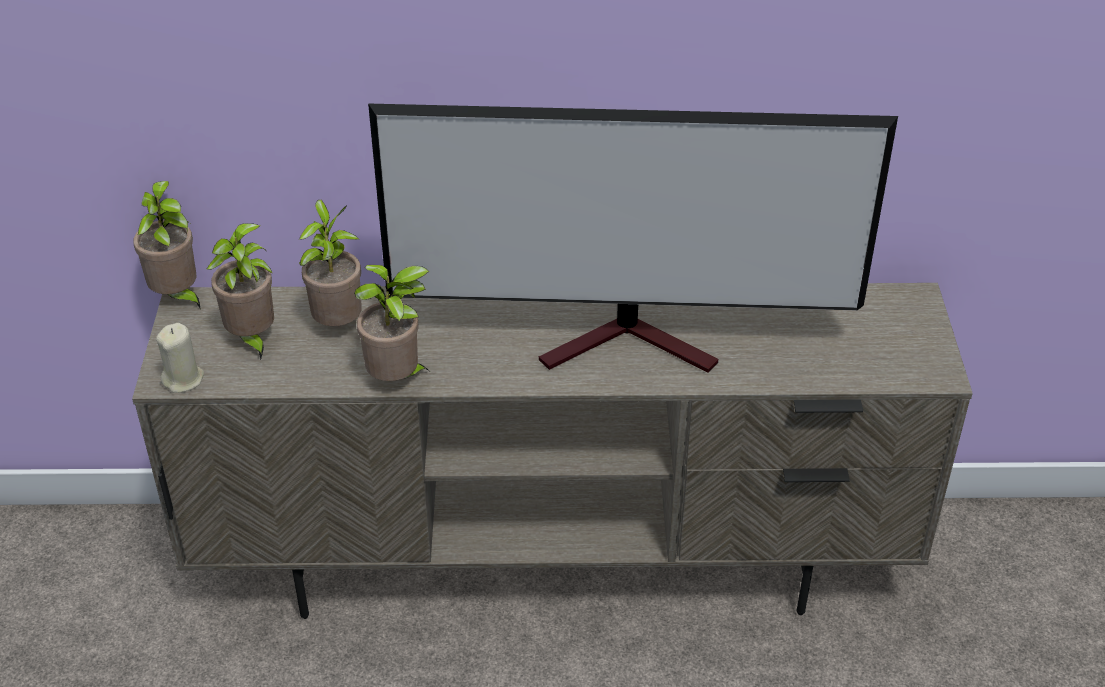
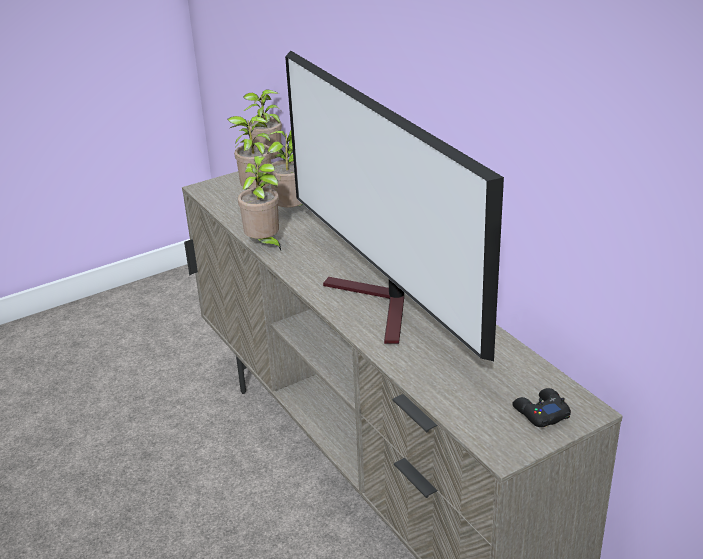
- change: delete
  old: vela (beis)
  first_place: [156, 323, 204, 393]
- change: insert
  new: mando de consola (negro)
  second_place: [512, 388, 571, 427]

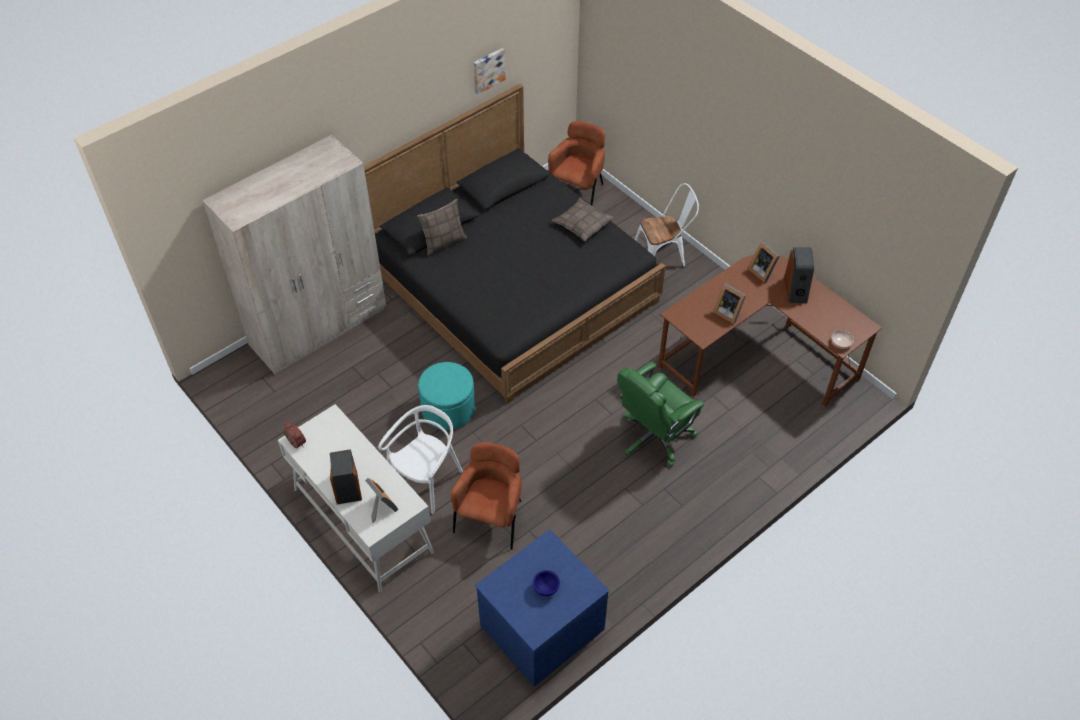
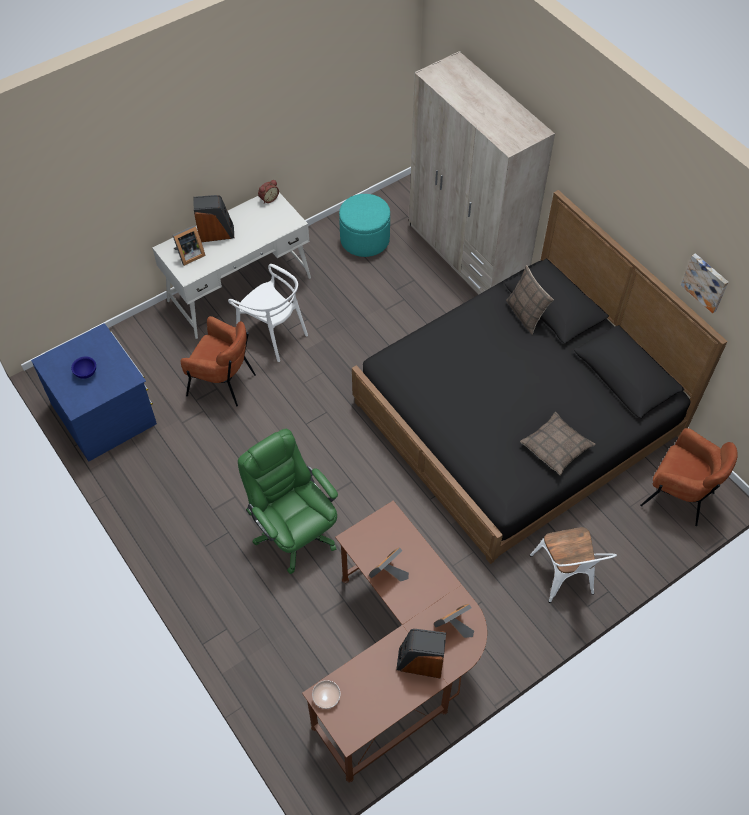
- change: move
  old: puf (turquesa)
  first_place: [418, 362, 475, 430]
  second_place: [339, 194, 390, 257]

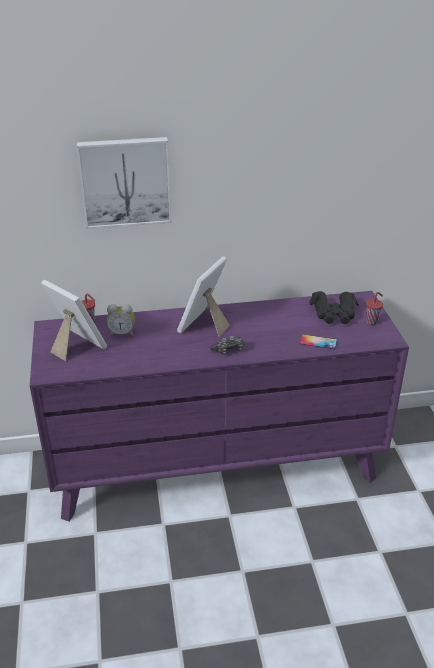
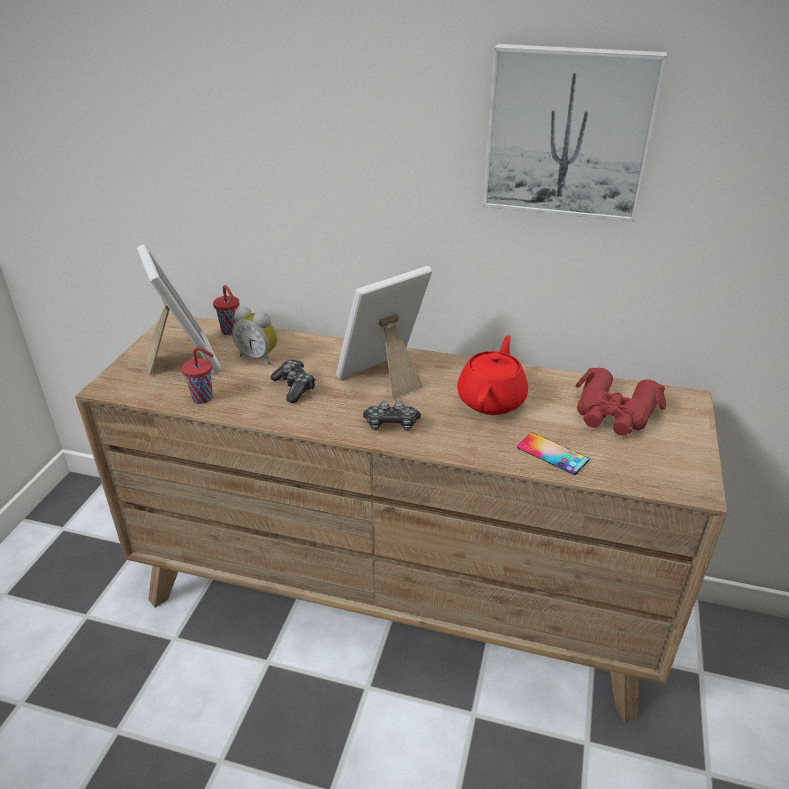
- change: insert
  new: mando de consola
  second_place: [271, 359, 316, 403]
- change: insert
  new: tetera (rojo)
  second_place: [457, 335, 528, 415]
- change: move
  old: cuadro
  first_place: [77, 137, 171, 229]
  second_place: [483, 44, 667, 222]
- change: move
  old: taza (rojo)
  first_place: [366, 292, 383, 325]
  second_place: [182, 347, 214, 404]
- change: recolor
  old: cómoda (morado)
  new: cómoda (marrón)
  first_place: [30, 291, 409, 522]
  second_place: [75, 313, 727, 723]
- change: recolor
  old: prismáticos (negro)
  new: prismáticos (rojo)
  first_place: [309, 291, 359, 324]
  second_place: [575, 368, 666, 436]

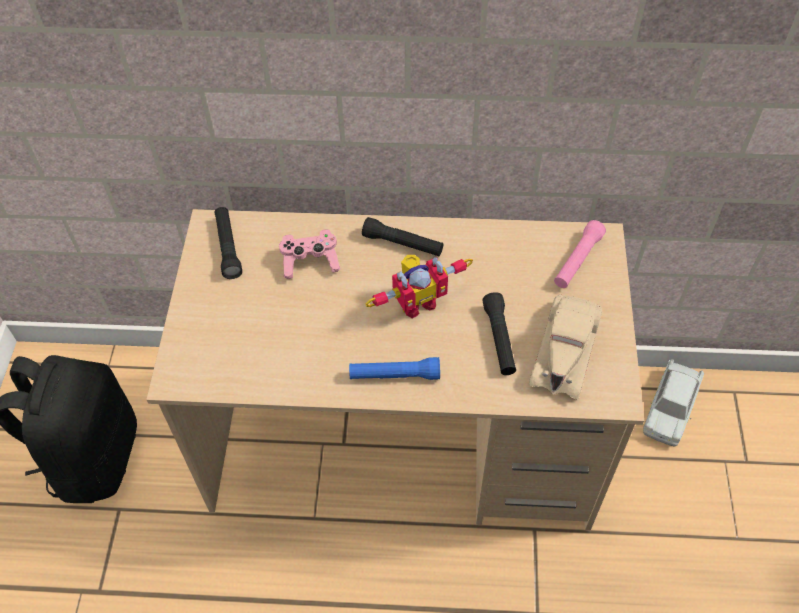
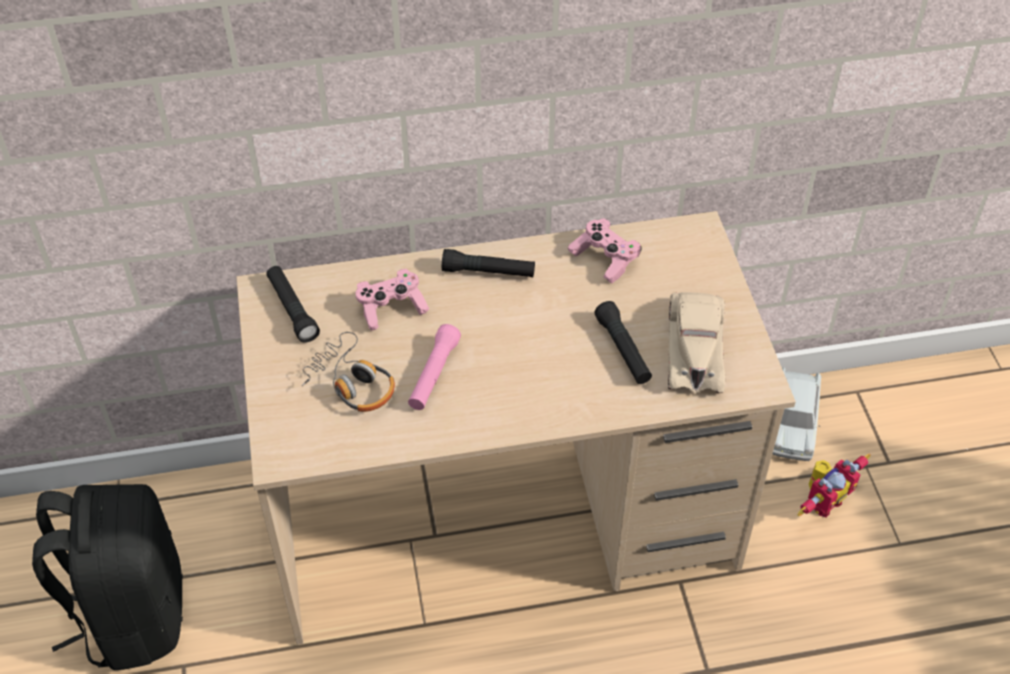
- change: delete
  old: linterna (azul)
  first_place: [349, 357, 440, 380]
- change: insert
  new: auriculares
  second_place: [302, 332, 395, 412]
- change: insert
  new: mando de consola (rosa)
  second_place: [568, 218, 642, 283]
- change: move
  old: robot de juguete
  first_place: [365, 255, 473, 318]
  second_place: [798, 454, 871, 518]
- change: move
  old: linterna (rosa)
  first_place: [554, 220, 606, 288]
  second_place: [408, 324, 461, 410]

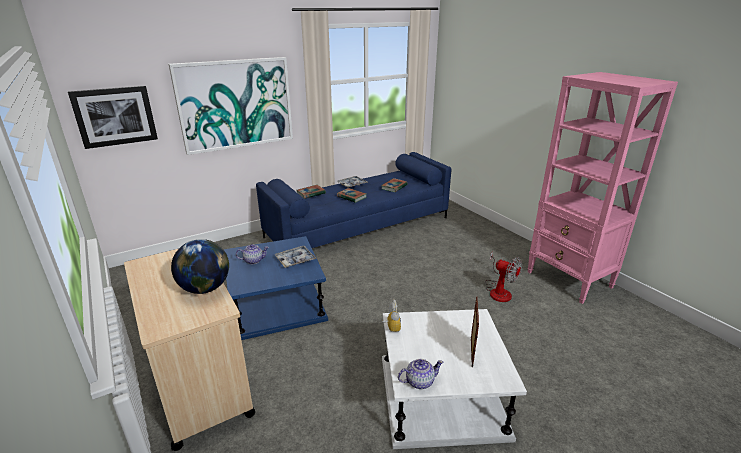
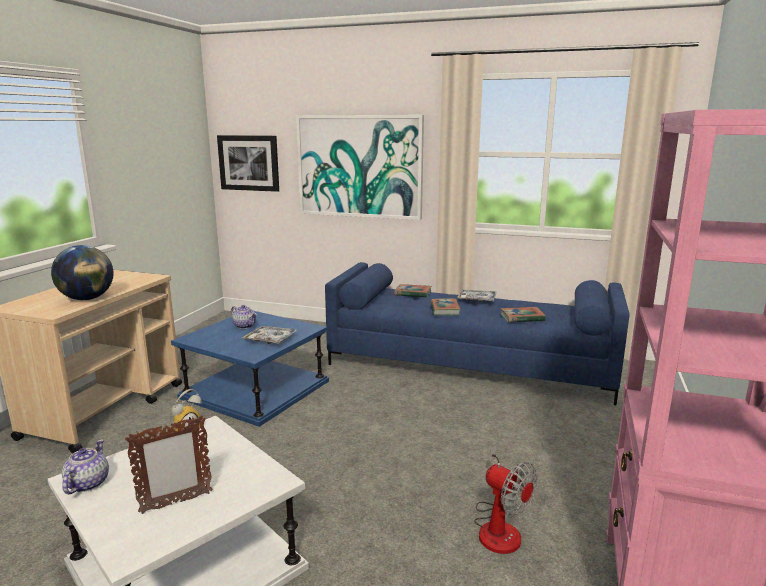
- change: rotate
  old: tetera
  first_place: [398, 359, 443, 389]
  second_place: [62, 439, 109, 494]
  degrees: -120
- change: rotate
  old: ventilador
  first_place: [485, 252, 522, 302]
  second_place: [474, 446, 538, 554]
  degrees: -45

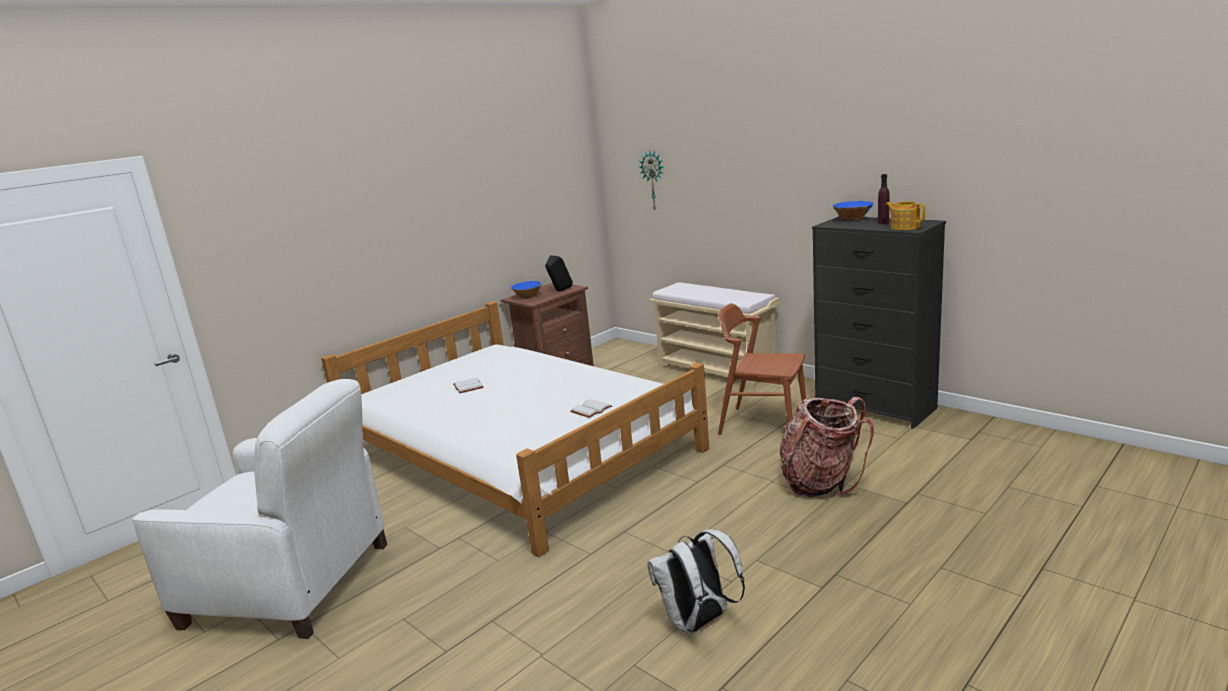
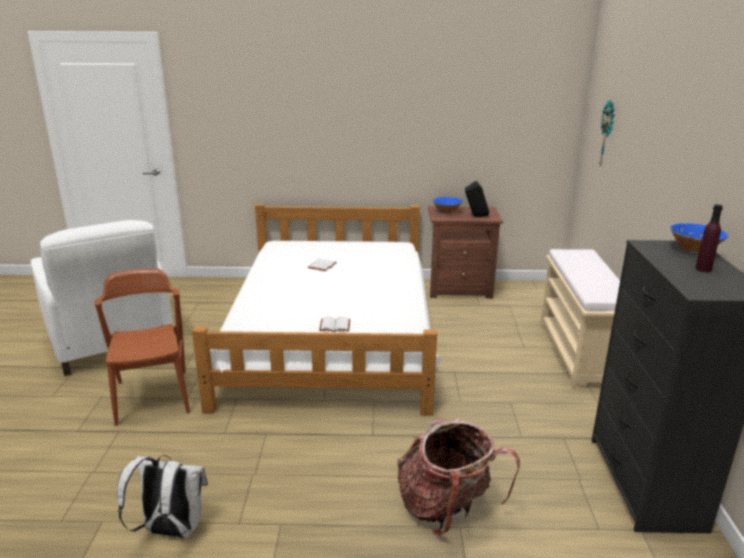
- change: delete
  old: tetera
  first_place: [885, 201, 925, 230]
- change: move
  old: silla (marrón)
  first_place: [718, 303, 806, 435]
  second_place: [94, 268, 190, 426]

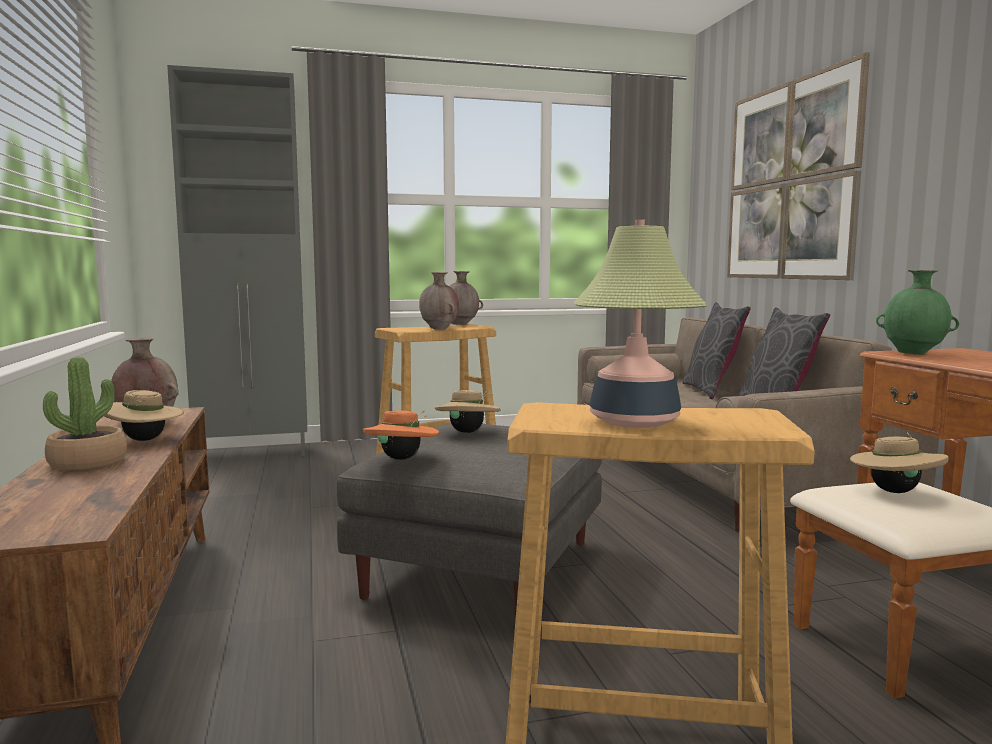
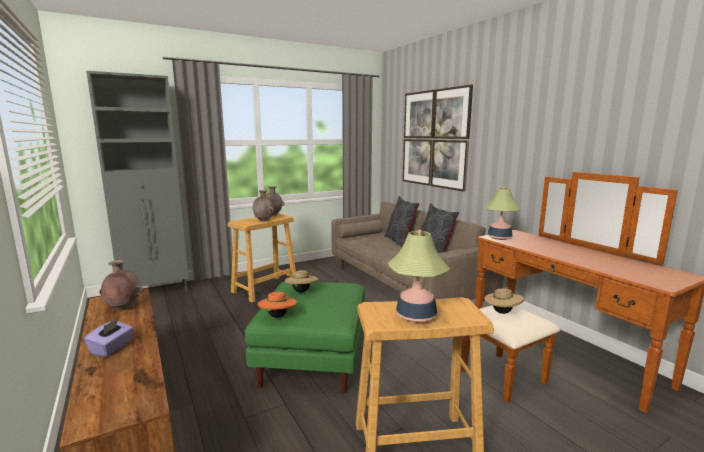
- change: delete
  old: sombrero (beis)
  first_place: [104, 390, 184, 441]
- change: replace
  old: planta en maceta
  new: caja de pañuelos (morado)
  first_place: [43, 357, 127, 470]
  second_place: [84, 319, 134, 357]
- change: replace
  old: florero (verde)
  new: lámpara de mesa
  first_place: [876, 270, 959, 355]
  second_place: [485, 187, 521, 240]
- change: recolor
  old: puf (gris)
  new: puf (verde)
  first_place: [337, 423, 602, 620]
  second_place: [245, 281, 365, 393]

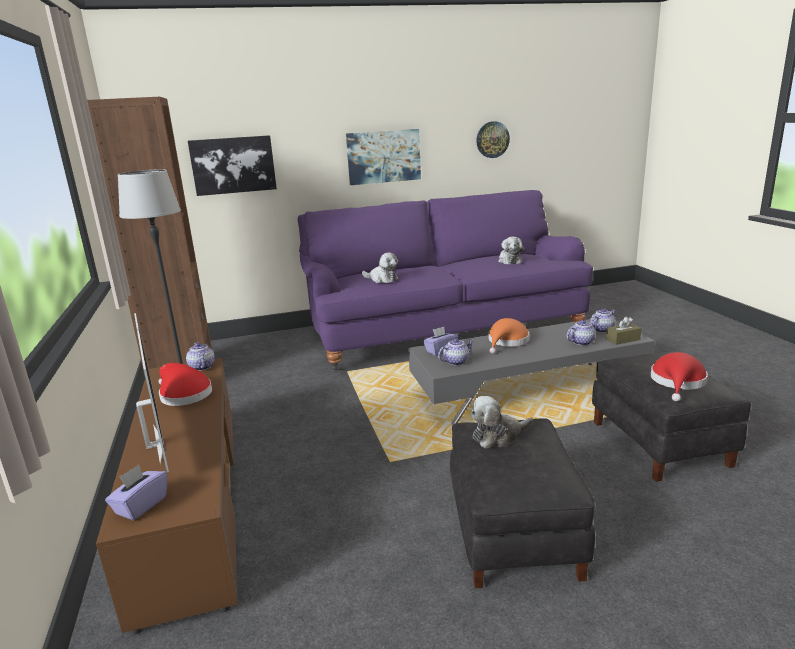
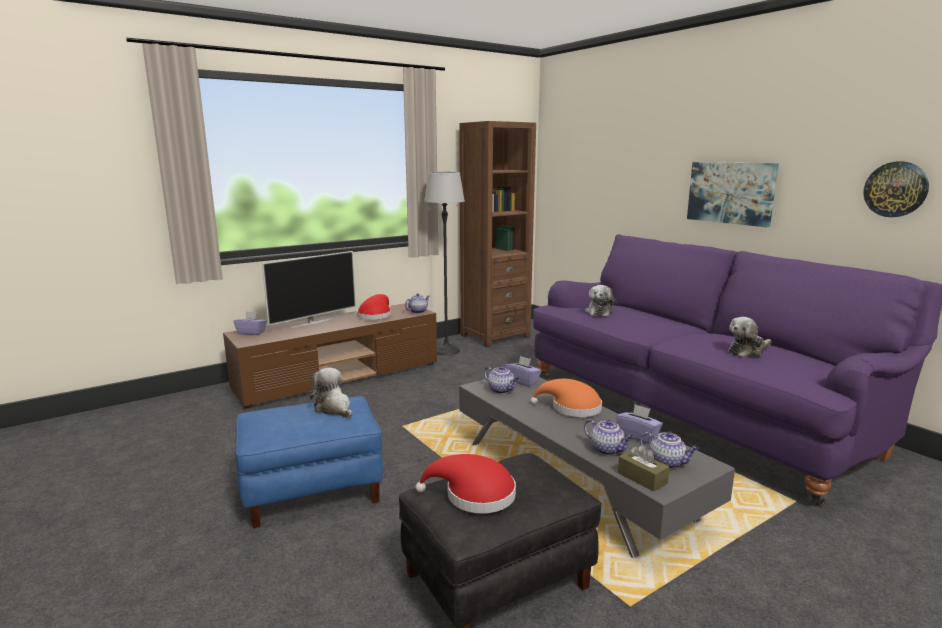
- change: delete
  old: cuadro
  first_place: [188, 135, 277, 196]
- change: insert
  new: caja de pañuelos (morado)
  second_place: [616, 404, 663, 444]
- change: recolor
  old: puf (negro)
  new: puf (azul)
  first_place: [450, 418, 595, 588]
  second_place: [235, 396, 383, 528]

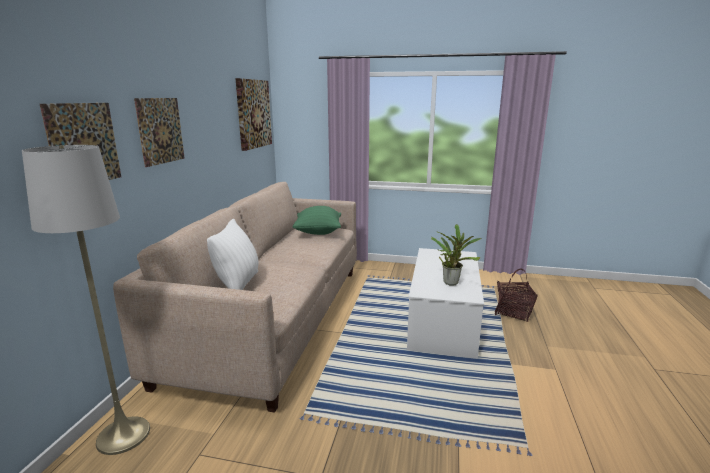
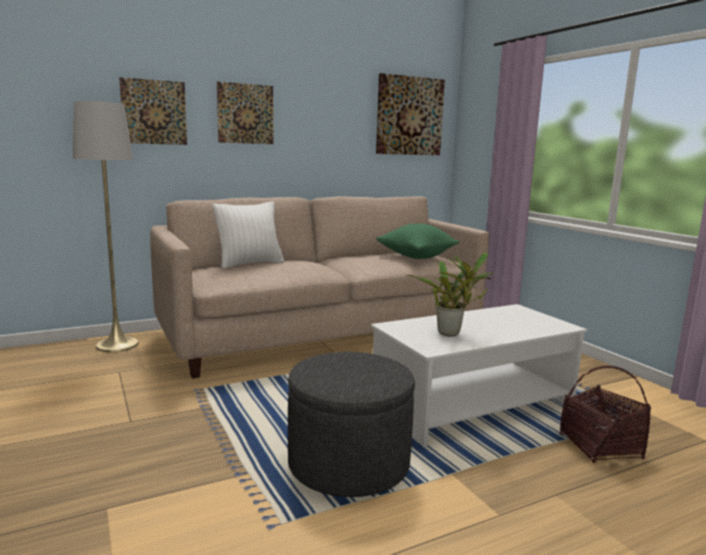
- change: insert
  new: puf (gris)
  second_place: [288, 352, 415, 497]

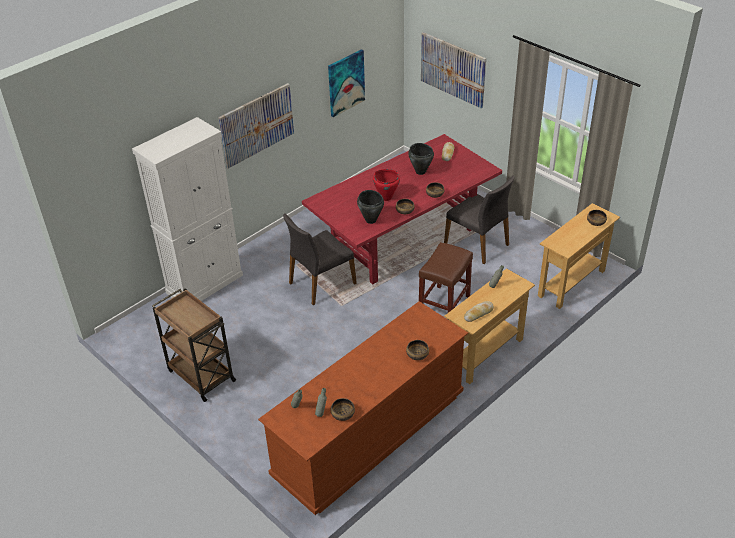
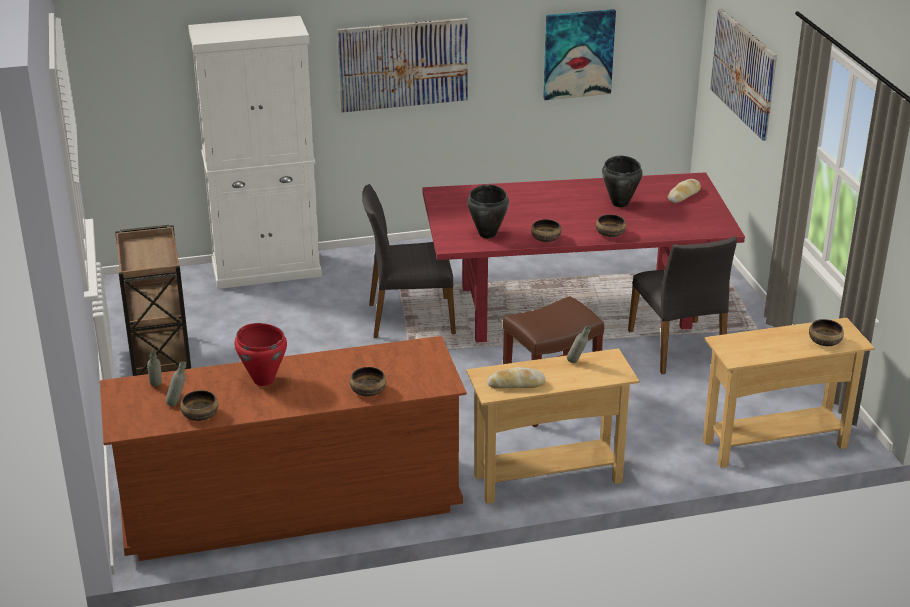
- change: move
  old: olla (rojo)
  first_place: [373, 169, 400, 201]
  second_place: [235, 323, 287, 386]

